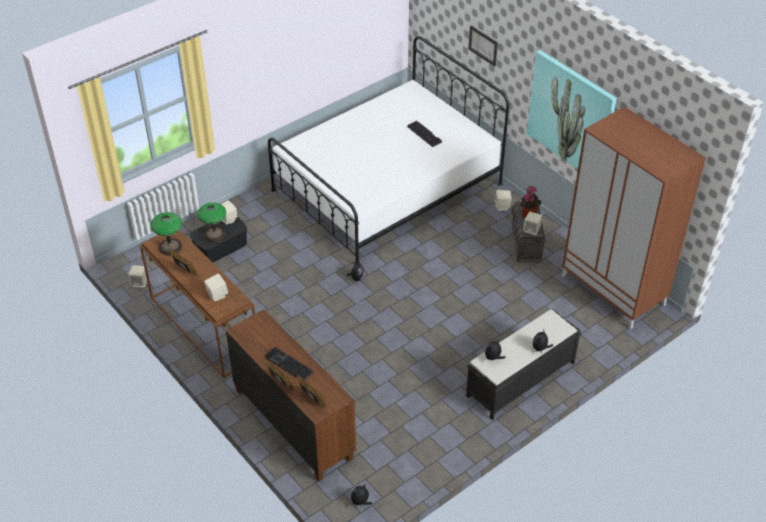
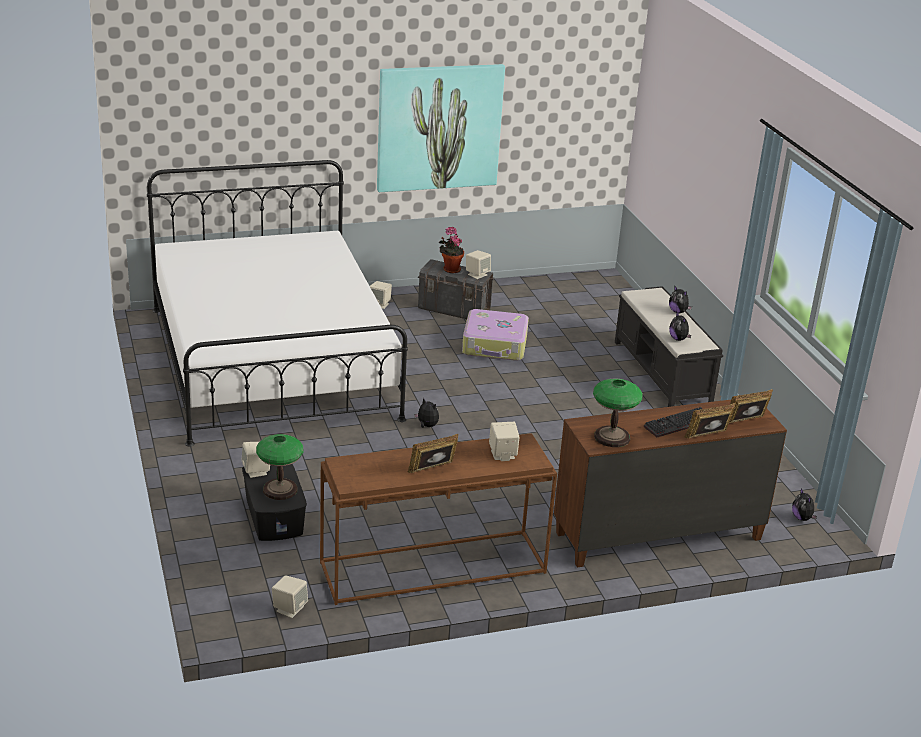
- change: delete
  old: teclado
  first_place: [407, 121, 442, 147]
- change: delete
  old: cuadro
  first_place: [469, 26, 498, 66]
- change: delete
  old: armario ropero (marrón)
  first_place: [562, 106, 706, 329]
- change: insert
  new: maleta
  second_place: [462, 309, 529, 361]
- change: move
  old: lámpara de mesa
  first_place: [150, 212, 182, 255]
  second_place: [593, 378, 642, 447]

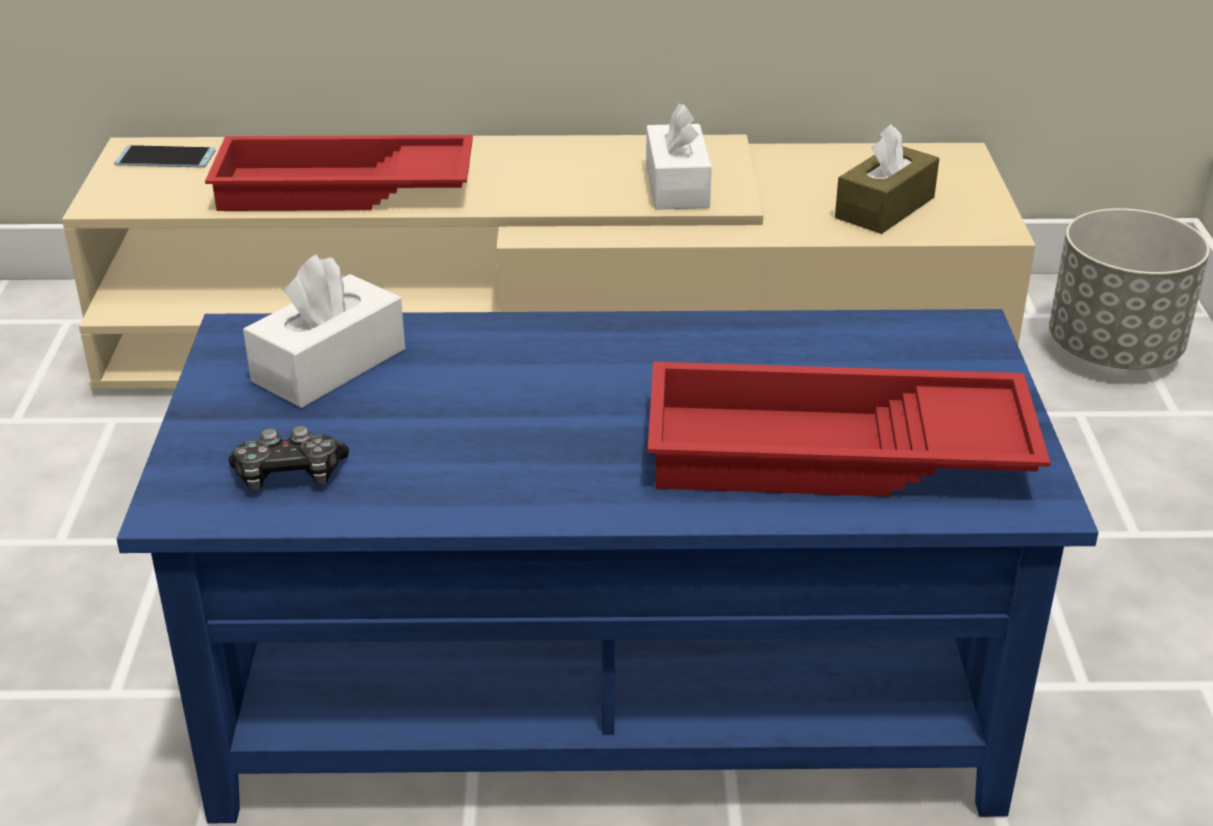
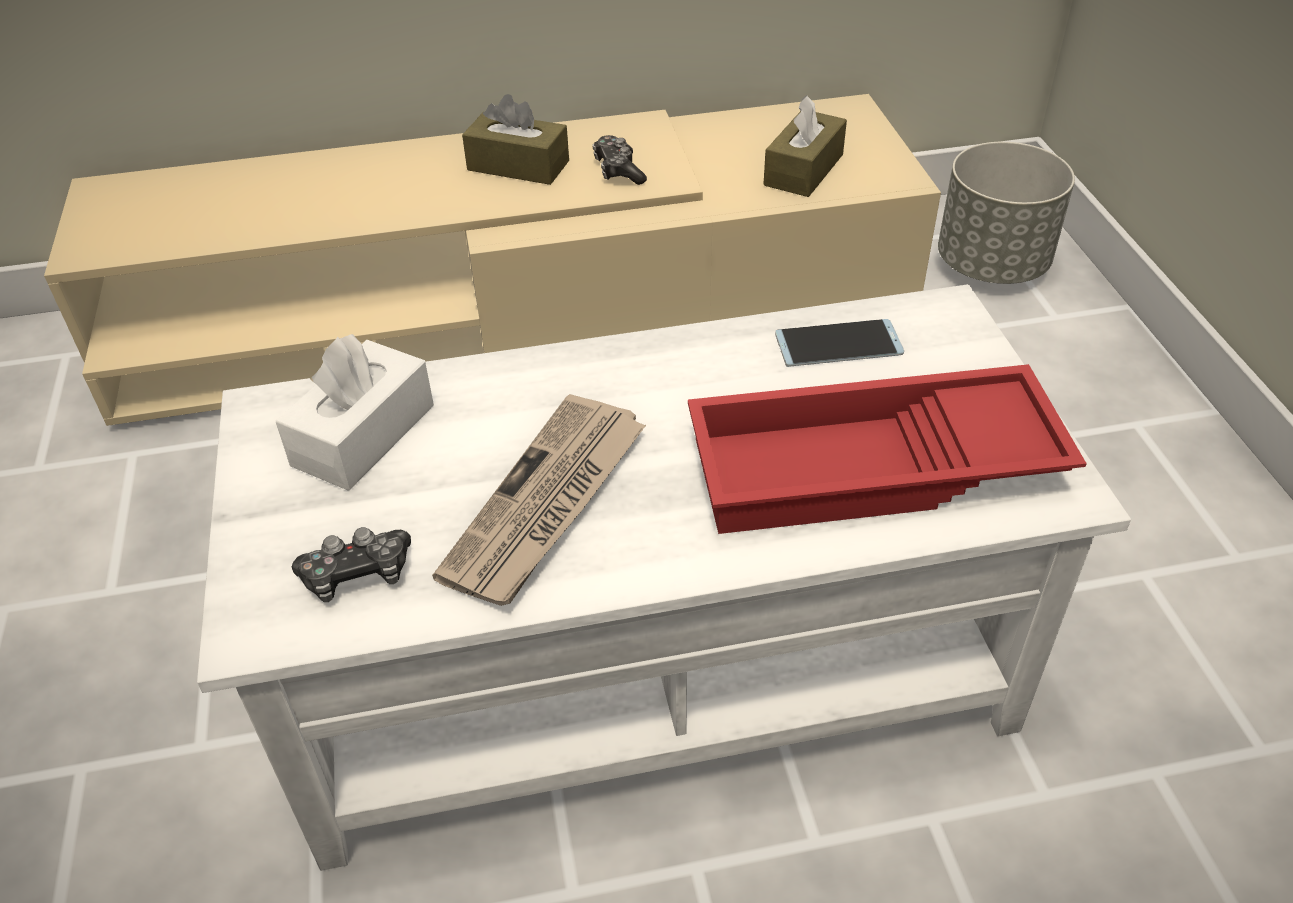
- change: delete
  old: bandeja (rojo)
  first_place: [205, 135, 473, 211]
- change: insert
  new: periódico
  second_place: [432, 394, 646, 606]
- change: insert
  new: caja de pañuelos (marrón)
  second_place: [462, 94, 569, 185]
- change: move
  old: móvil
  first_place: [114, 145, 216, 167]
  second_place: [775, 319, 904, 367]
- change: replace
  old: caja de pañuelos (blanco)
  new: mando de consola
  first_place: [646, 103, 712, 210]
  second_place: [593, 135, 647, 185]
- change: recolor
  old: mesa de centro (azul)
  new: mesa de centro (blanco)
  first_place: [117, 309, 1099, 823]
  second_place: [197, 284, 1131, 871]

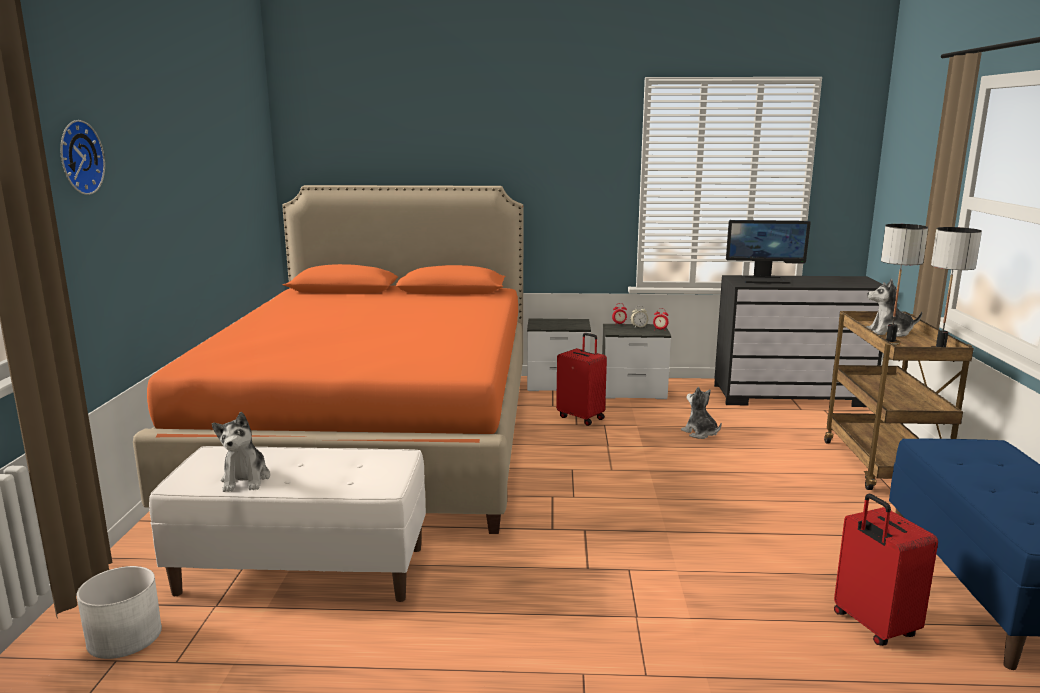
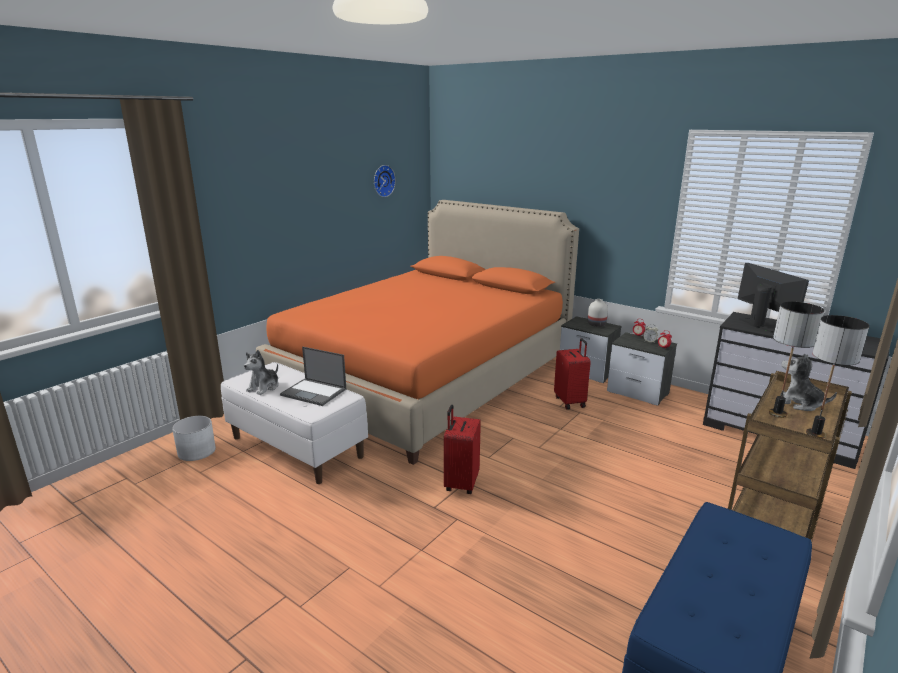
- change: delete
  old: peluche
  first_place: [681, 387, 722, 439]
- change: insert
  new: portátil
  second_place: [280, 346, 346, 406]
- change: insert
  new: florero (blanco)
  second_place: [588, 299, 608, 327]
- change: move
  old: reloj de pared
  first_place: [60, 120, 105, 195]
  second_place: [374, 165, 396, 197]
- change: move
  old: maleta (rojo)
  first_place: [834, 494, 938, 646]
  second_place: [444, 405, 481, 494]
- change: rotate
  old: monitor
  first_place: [726, 220, 811, 284]
  second_place: [738, 263, 809, 333]
  degrees: -150

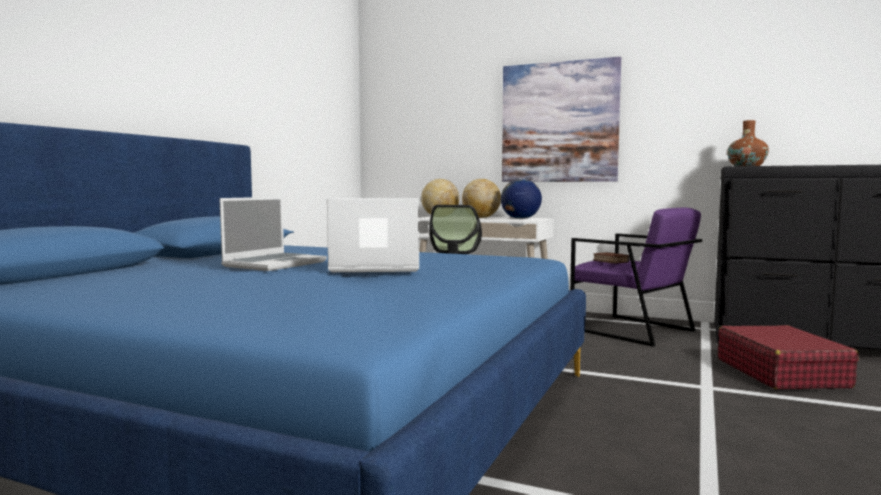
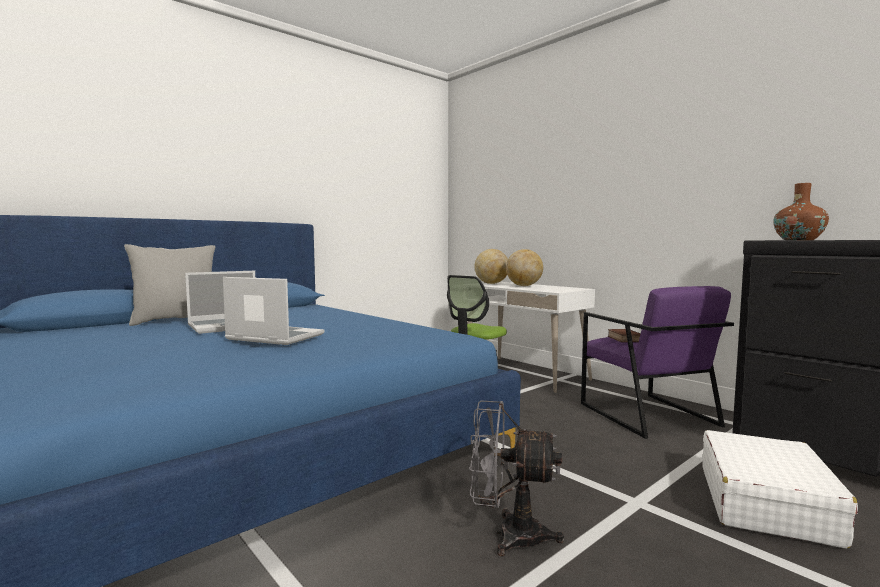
- change: delete
  old: globo terráqueo
  first_place: [501, 178, 542, 219]
- change: delete
  old: cuadro
  first_place: [502, 57, 621, 182]
- change: insert
  new: cojín (gris)
  second_place: [124, 244, 215, 326]
- change: insert
  new: ventilador (gris)
  second_place: [469, 401, 564, 556]
- change: recolor
  old: maleta (rojo)
  new: maleta (blanco)
  first_place: [718, 325, 859, 389]
  second_place: [702, 430, 858, 549]

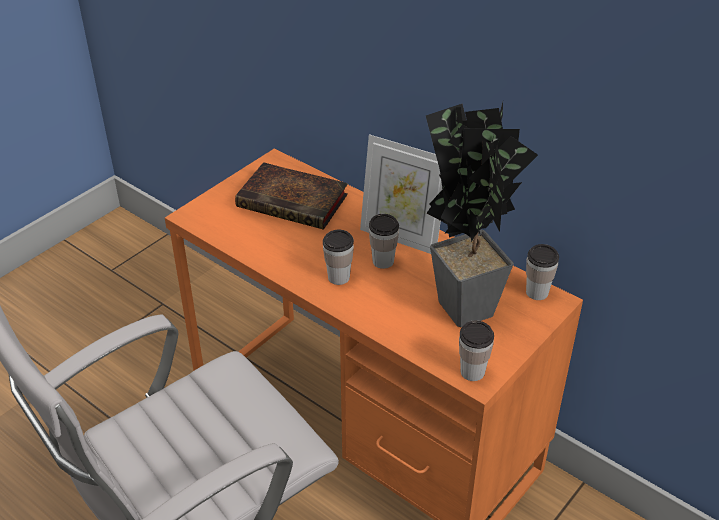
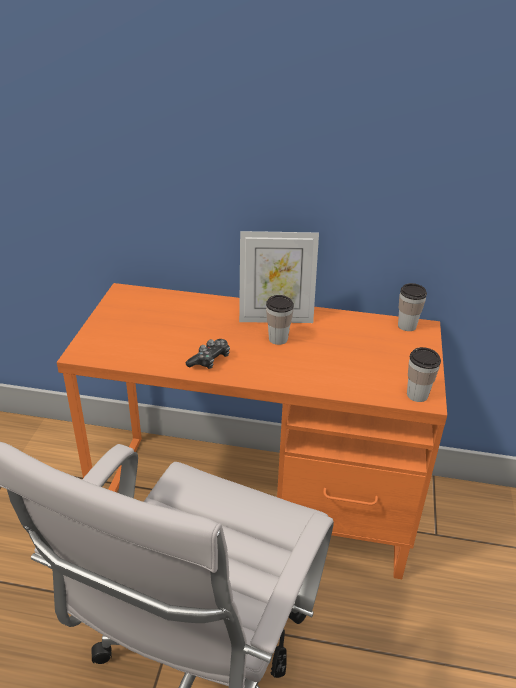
- change: delete
  old: libro
  first_place: [235, 162, 348, 230]
- change: delete
  old: taza
  first_place: [323, 230, 354, 285]
- change: delete
  old: planta en maceta
  first_place: [426, 102, 538, 327]
- change: insert
  new: mando de consola
  second_place: [186, 339, 230, 369]

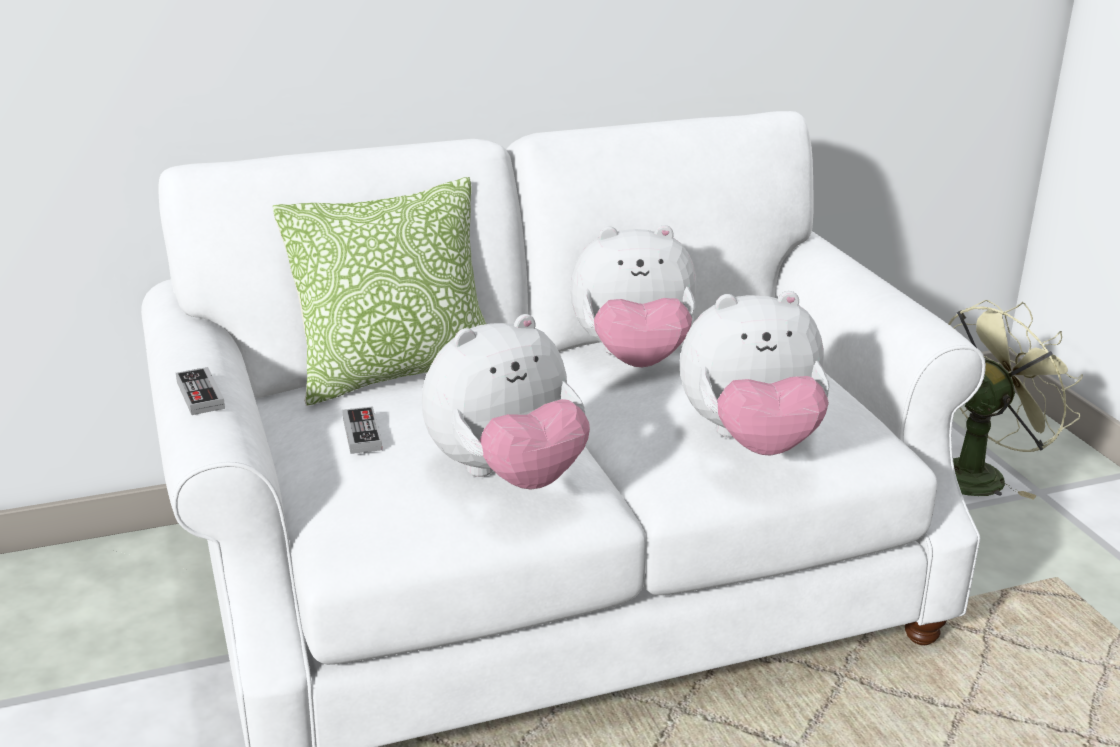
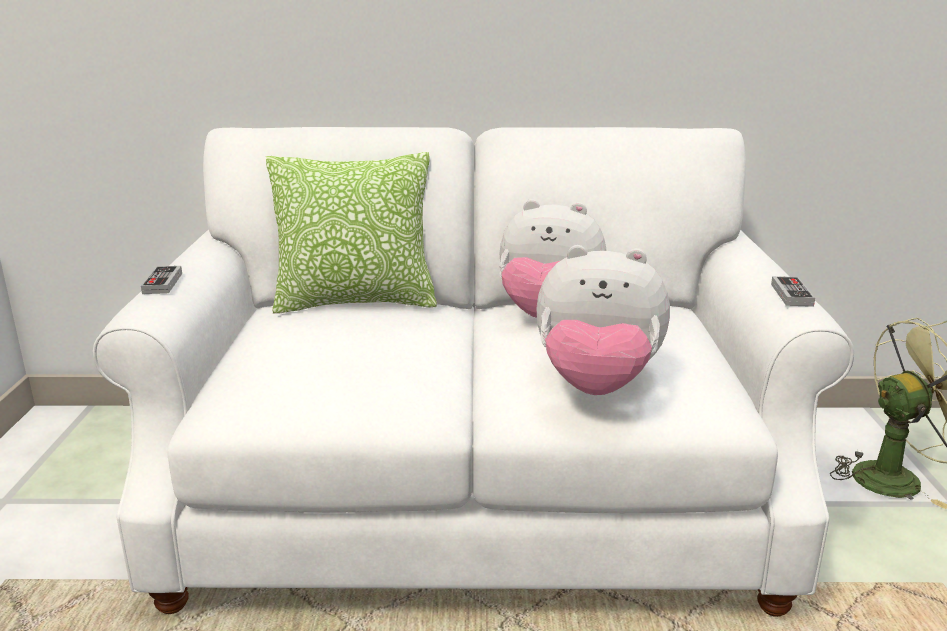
- change: delete
  old: peluche
  first_place: [422, 314, 590, 490]
- change: move
  old: mando de consola
  first_place: [342, 406, 382, 454]
  second_place: [771, 276, 815, 307]

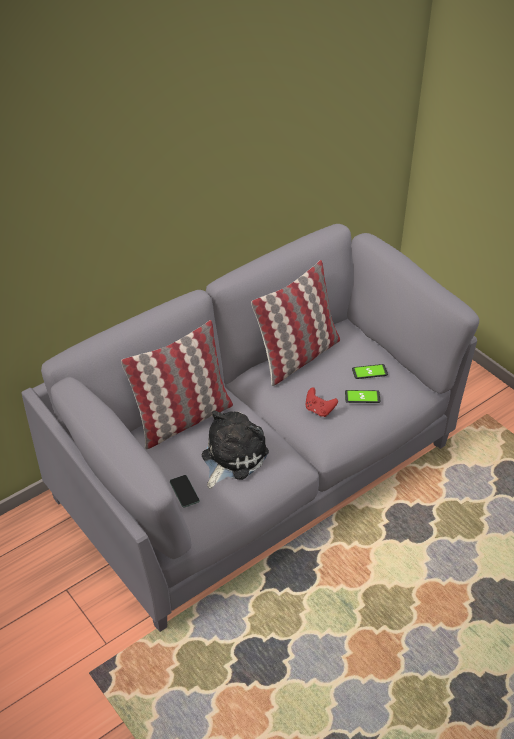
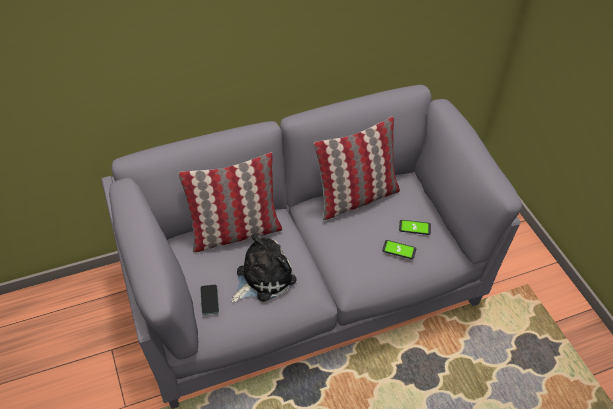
- change: delete
  old: mando de consola (rojo)
  first_place: [306, 387, 338, 417]

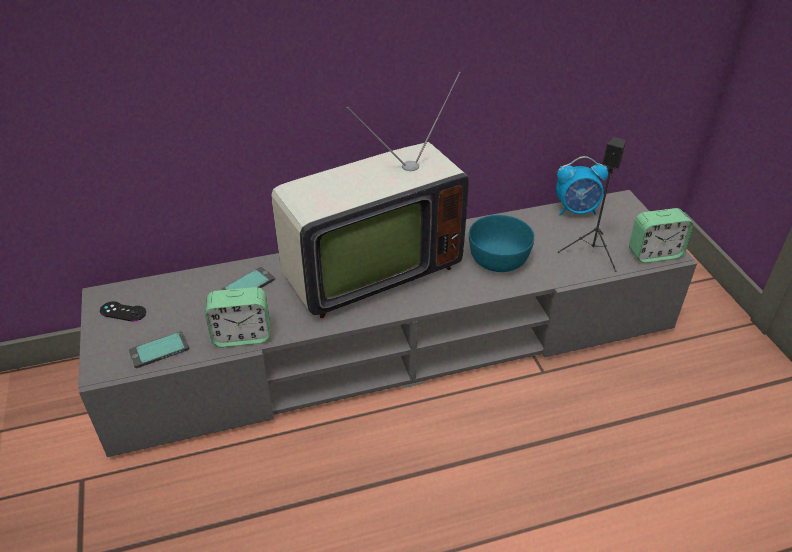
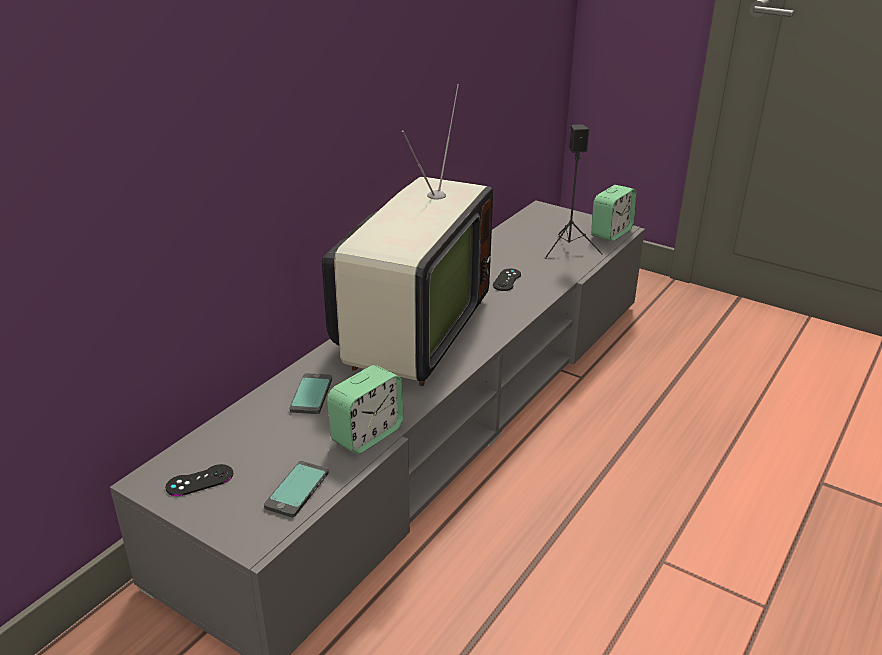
- change: delete
  old: despertador
  first_place: [556, 156, 608, 216]
- change: replace
  old: cuenco (turquesa)
  new: mando de consola (negro)
  first_place: [469, 215, 535, 272]
  second_place: [493, 269, 521, 291]

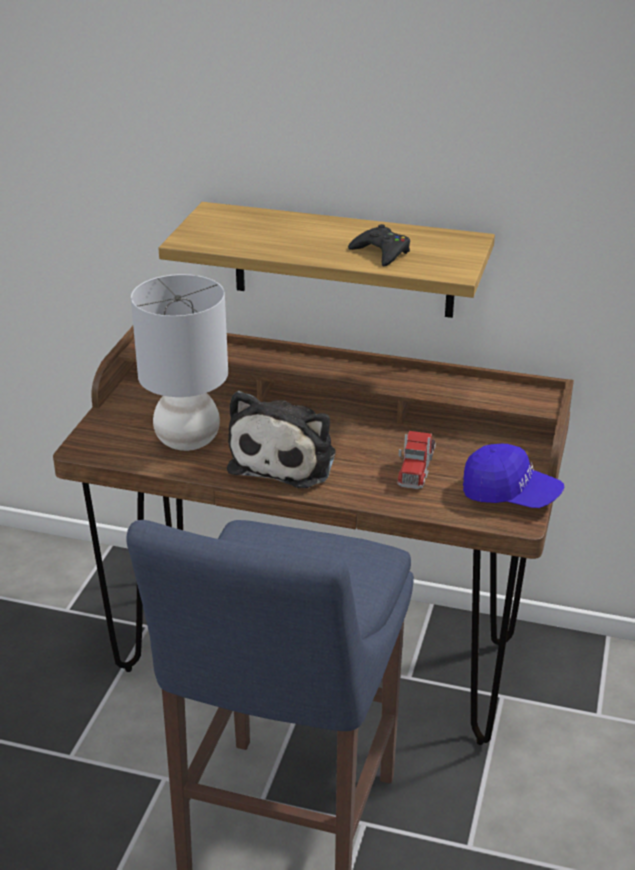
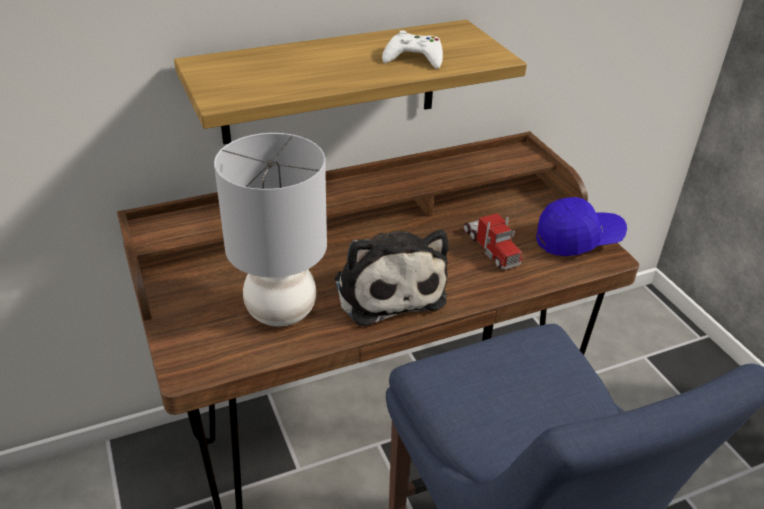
- change: recolor
  old: mando de consola (negro)
  new: mando de consola (blanco)
  first_place: [348, 224, 410, 266]
  second_place: [382, 30, 443, 69]

